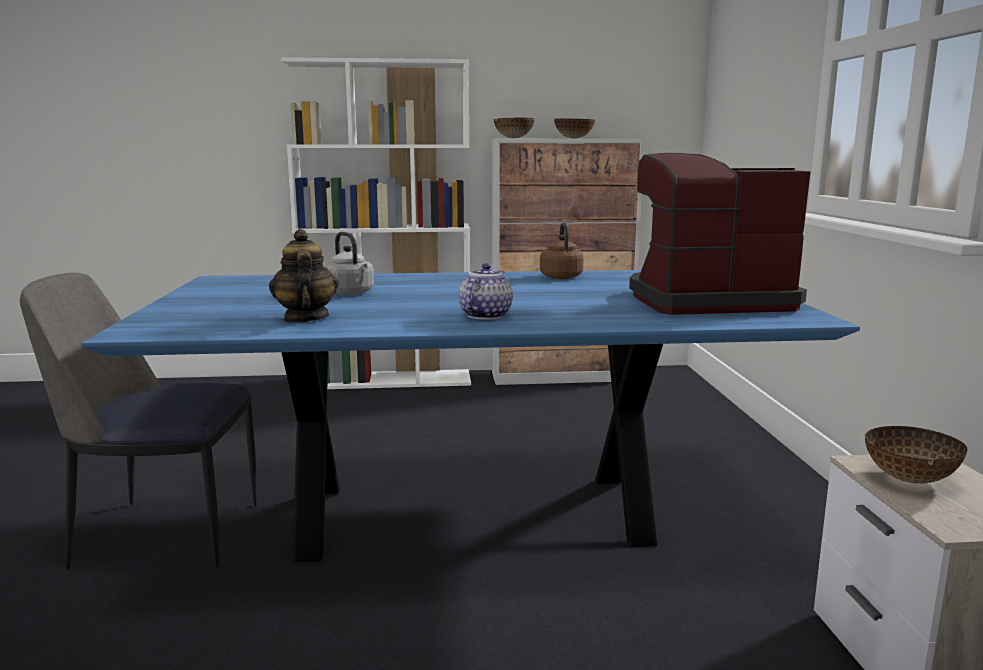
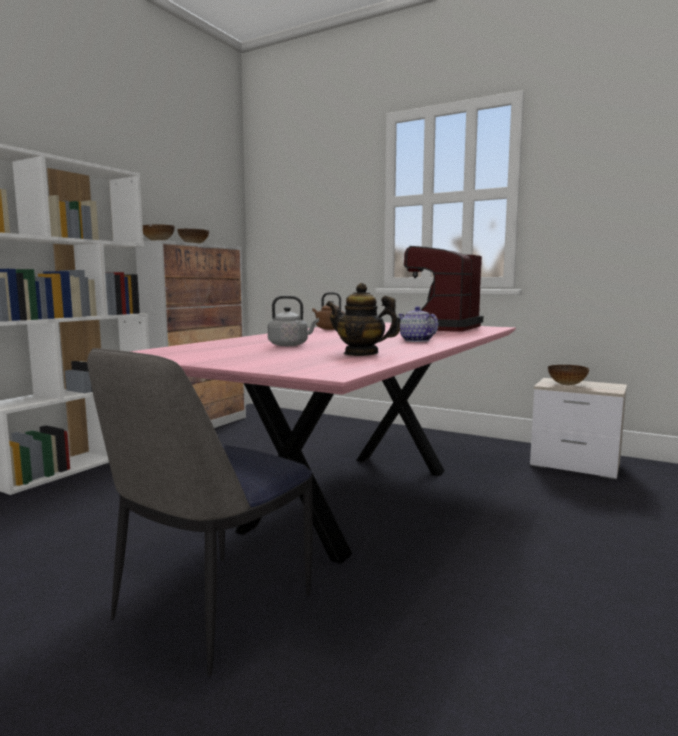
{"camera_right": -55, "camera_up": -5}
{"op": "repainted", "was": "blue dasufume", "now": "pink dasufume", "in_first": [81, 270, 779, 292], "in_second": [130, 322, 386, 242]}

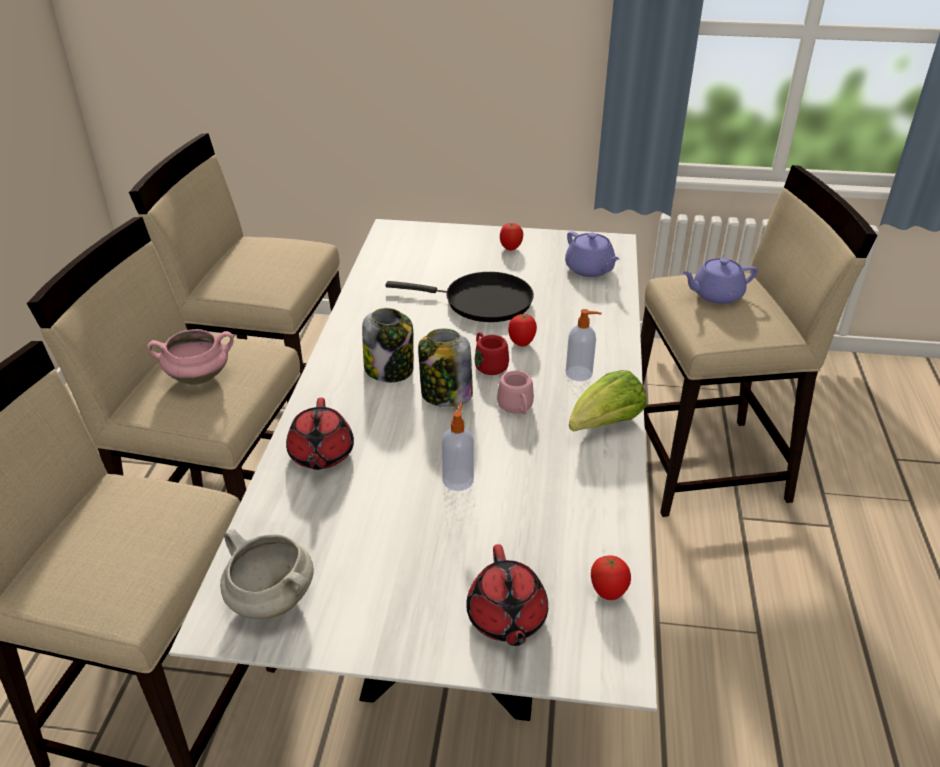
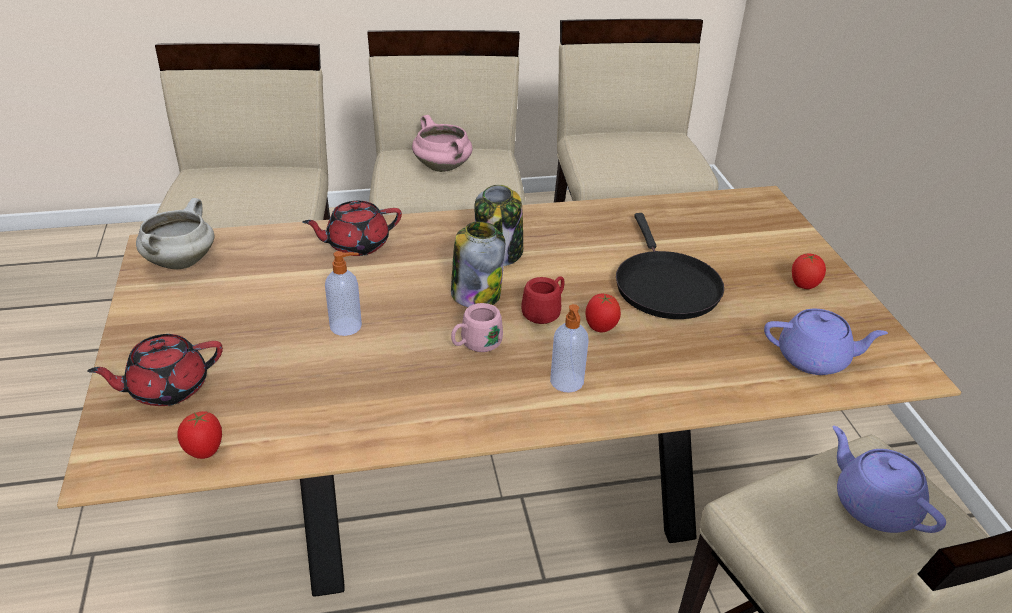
{"camera_right": 70, "camera_up": 0}
{"op": "repainted", "was": "white dasufume", "now": "brown dasufume", "in_first": [169, 219, 488, 502], "in_second": [57, 186, 904, 411]}
{"op": "rotated", "was": "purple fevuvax", "in_first": [565, 231, 55, 46], "in_second": [764, 309, 124, 66], "clockwise": -120}
{"op": "gone", "was": "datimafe", "in_first": [569, 370, 78, 62]}

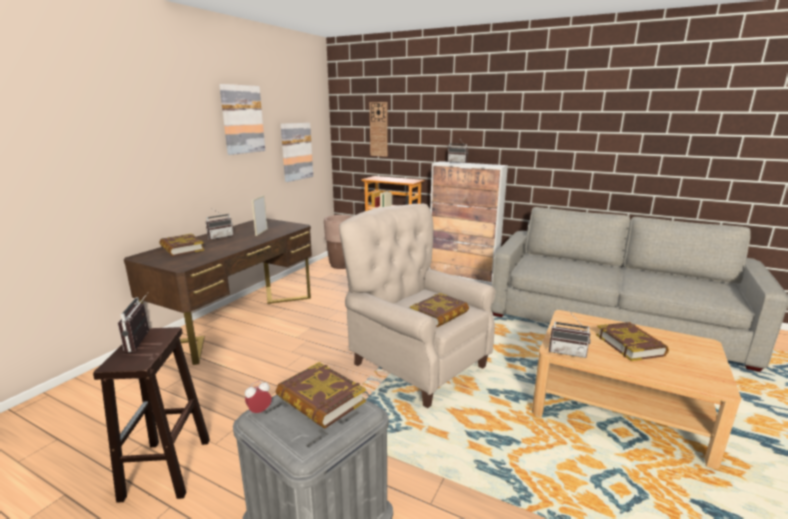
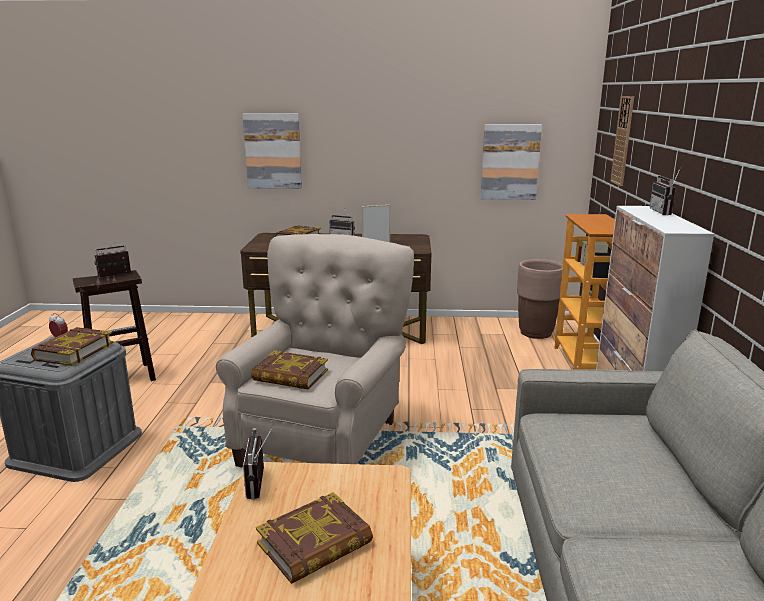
{"camera_right": 65, "camera_up": 0}
{"op": "shifted", "was": "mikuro", "in_first": [219, 84, 46, 71], "in_second": [243, 113, 59, 76]}

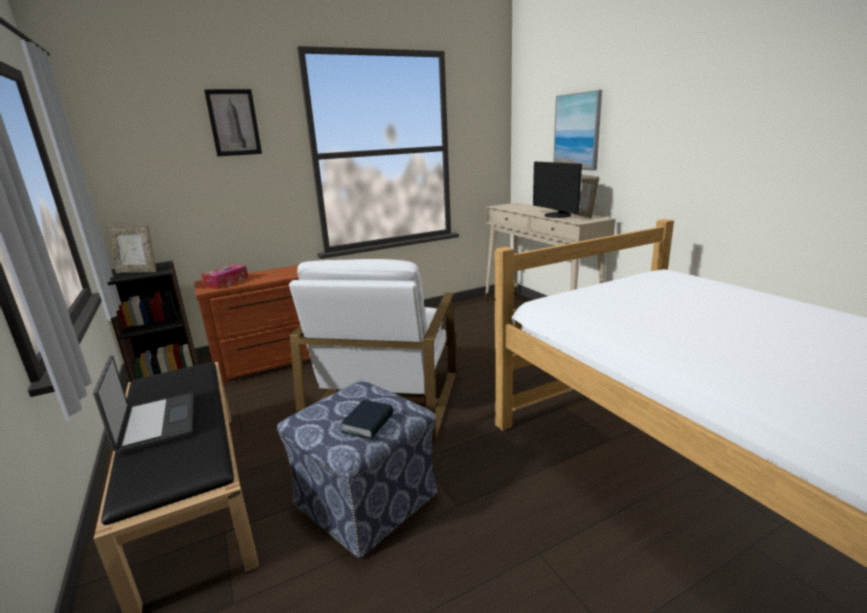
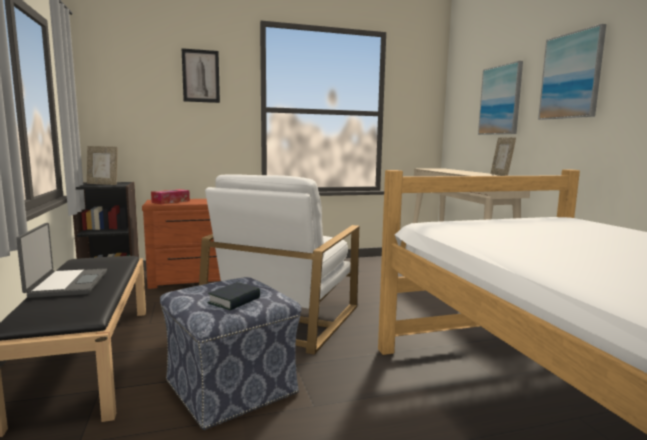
{"camera_right": 10, "camera_up": -10}
{"op": "gone", "was": "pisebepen", "in_first": [533, 162, 49, 56]}
{"op": "new", "now": "mikuro", "in_second": [538, 24, 68, 96]}

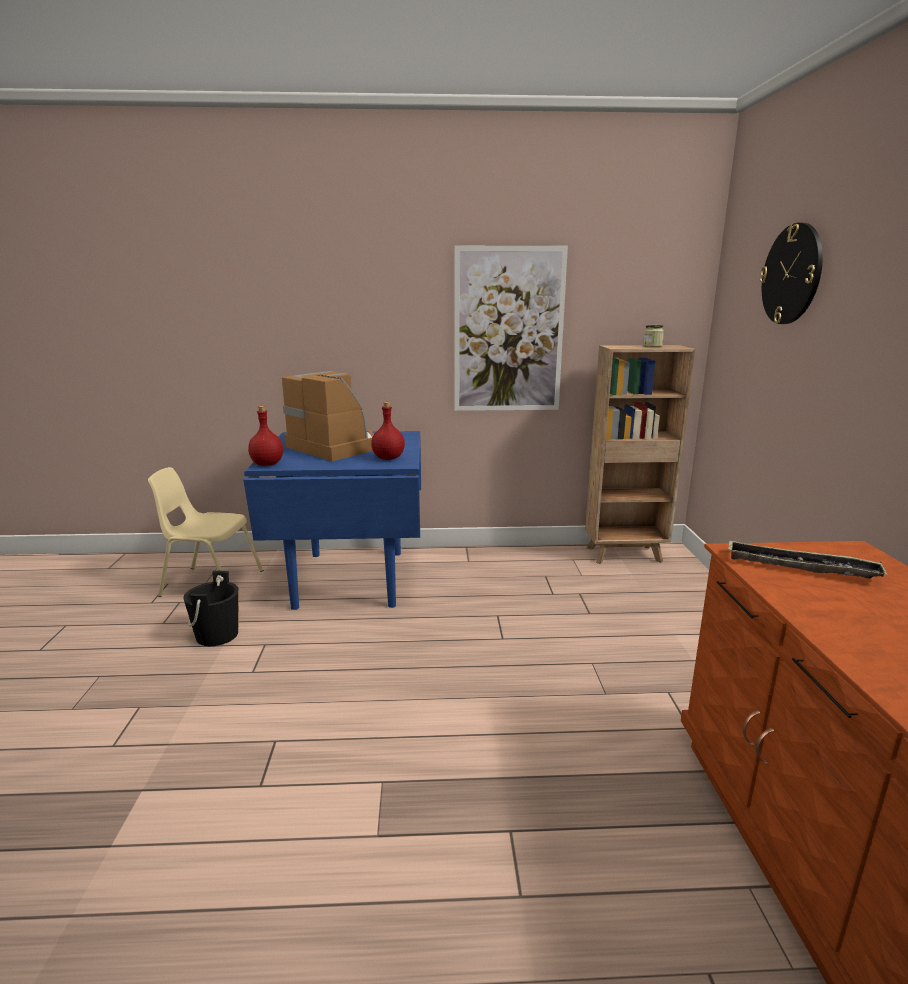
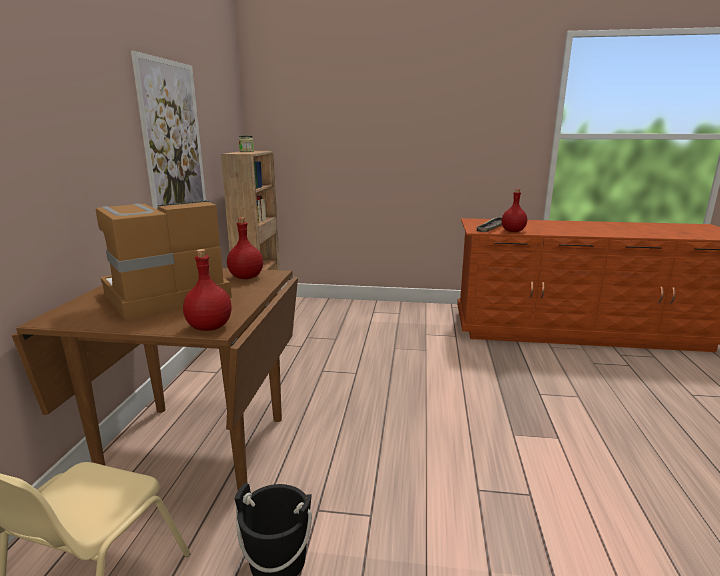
{"camera_right": -80, "camera_up": 0}
{"op": "gone", "was": "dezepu", "in_first": [759, 223, 64, 101]}
{"op": "repainted", "was": "blue dasufume", "now": "brown dasufume", "in_first": [243, 431, 178, 179], "in_second": [12, 268, 286, 222]}
{"op": "new", "now": "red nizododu", "in_second": [502, 189, 25, 43]}

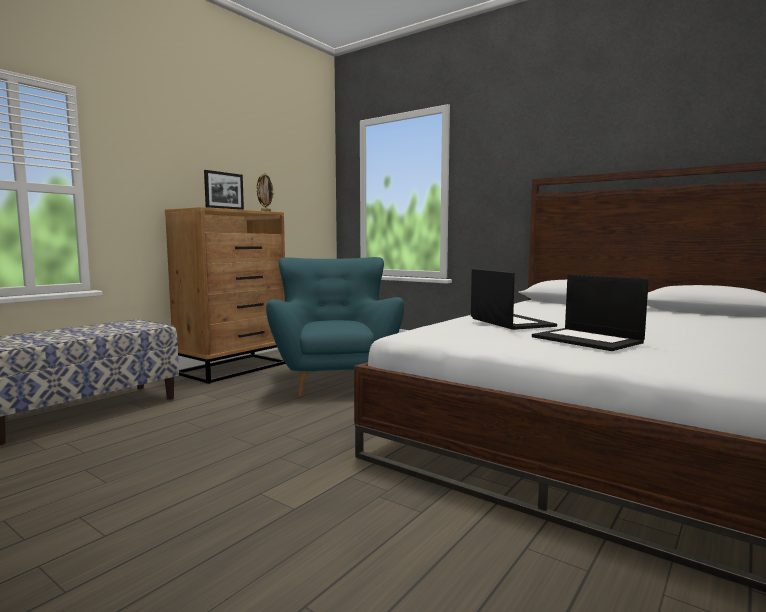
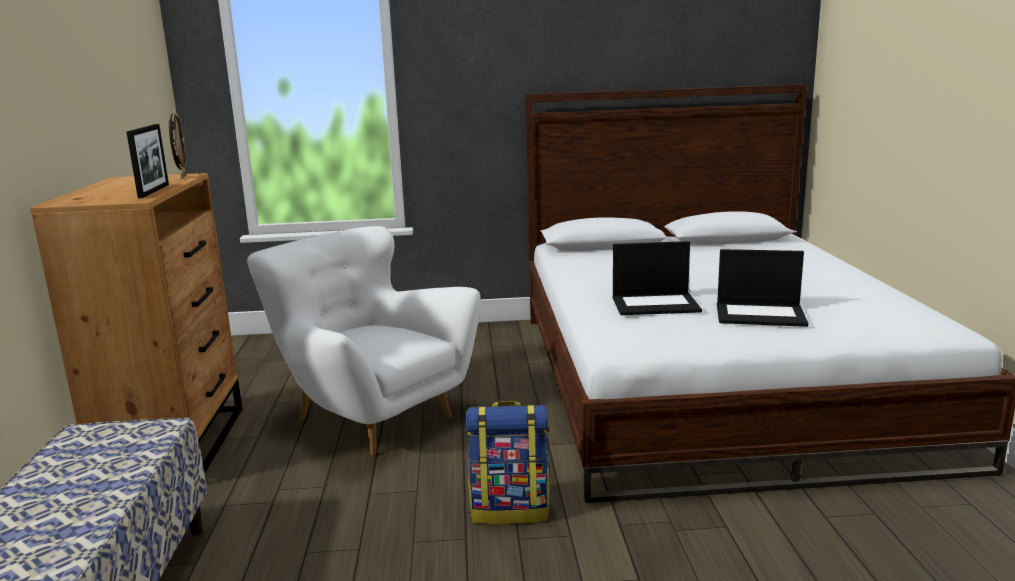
{"camera_right": -40, "camera_up": 10}
{"op": "repainted", "was": "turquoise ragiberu", "now": "white ragiberu", "in_first": [266, 257, 138, 140], "in_second": [247, 226, 233, 230]}
{"op": "rotated", "was": "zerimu", "in_first": [471, 269, 86, 61], "in_second": [612, 241, 90, 74], "clockwise": 150}
{"op": "new", "now": "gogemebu", "in_second": [465, 401, 84, 123]}

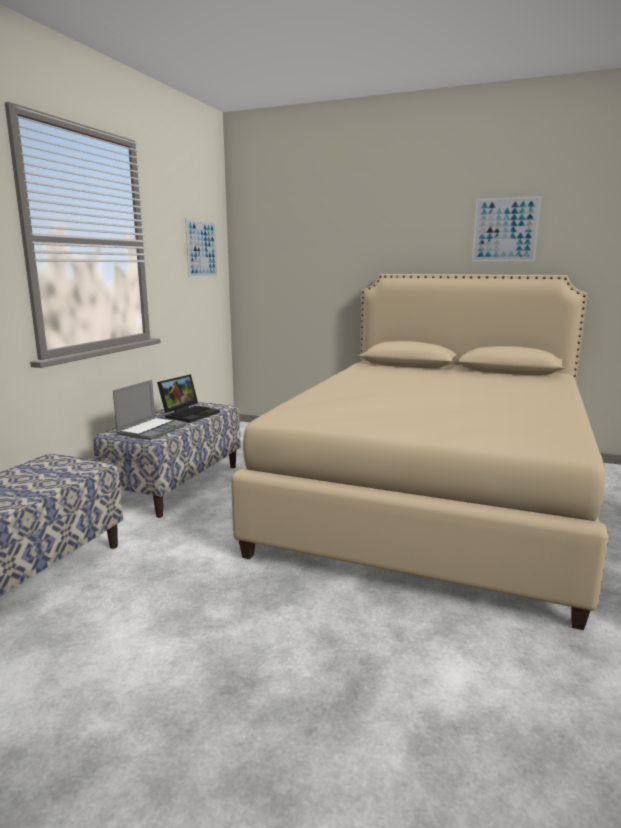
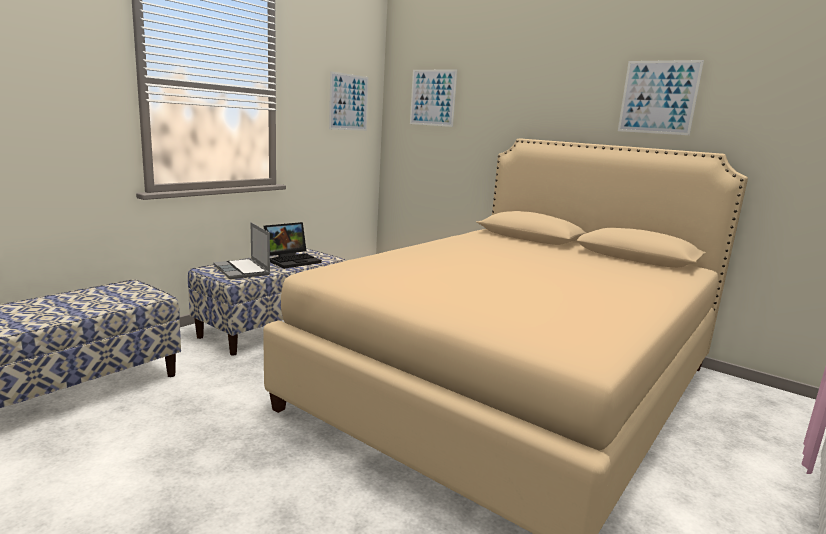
{"camera_right": 15, "camera_up": 0}
{"op": "rotated", "was": "zerimu", "in_first": [113, 380, 73, 60], "in_second": [213, 222, 57, 57], "clockwise": 105}
{"op": "new", "now": "mikuro", "in_second": [410, 69, 47, 58]}

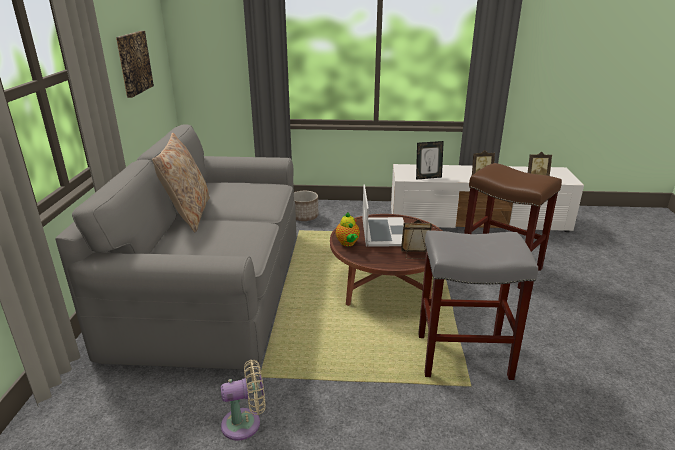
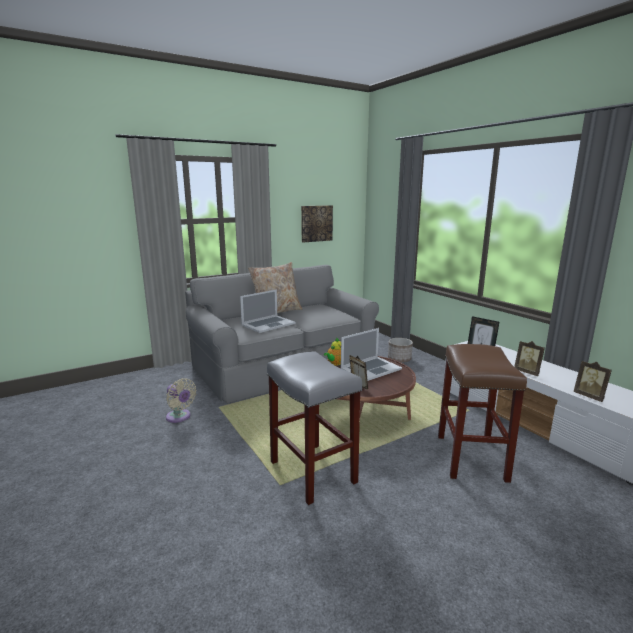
{"camera_right": 55, "camera_up": -10}
{"op": "new", "now": "zerimu", "in_second": [240, 289, 56, 44]}

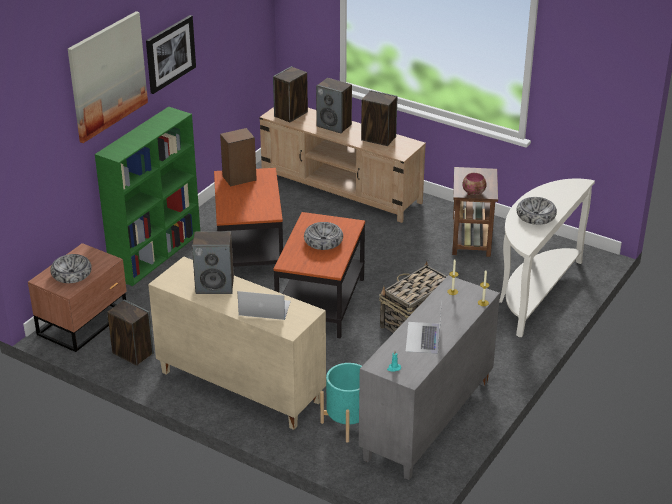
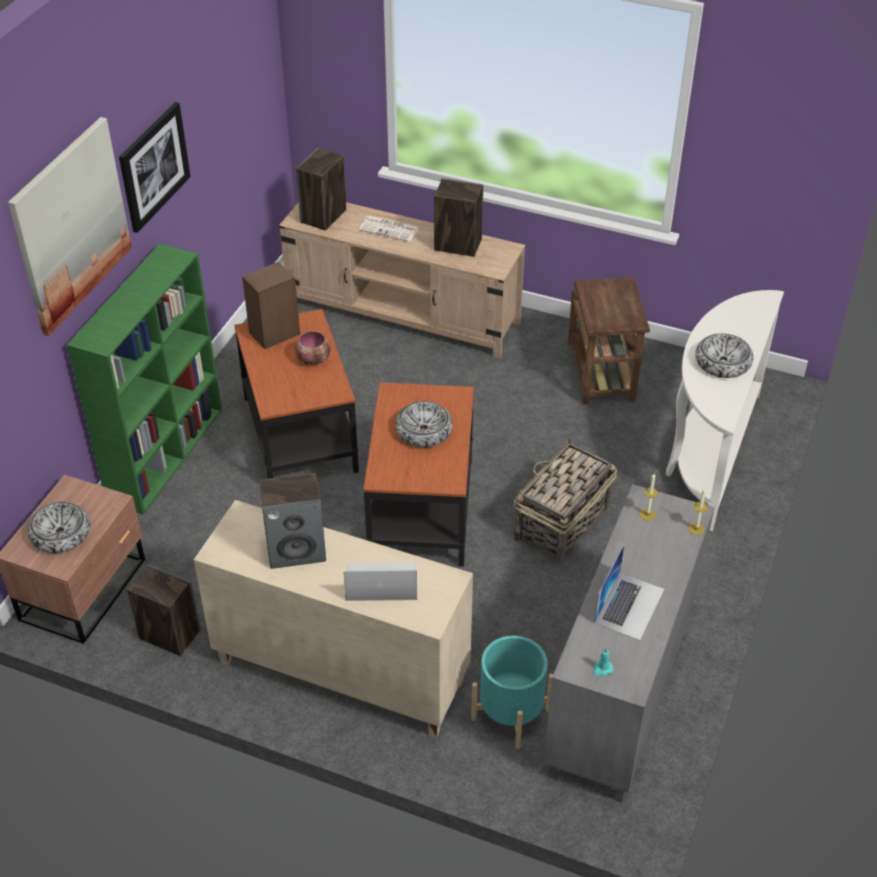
{"camera_right": -10, "camera_up": 10}
{"op": "swapped", "was": "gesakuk", "now": "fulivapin", "in_first": [316, 78, 36, 55], "in_second": [359, 216, 60, 26]}
{"op": "shifted", "was": "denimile", "in_first": [462, 173, 25, 22], "in_second": [295, 331, 36, 34]}
{"op": "rotated", "was": "zerimu", "in_first": [406, 300, 36, 54], "in_second": [594, 545, 70, 95], "clockwise": -150}

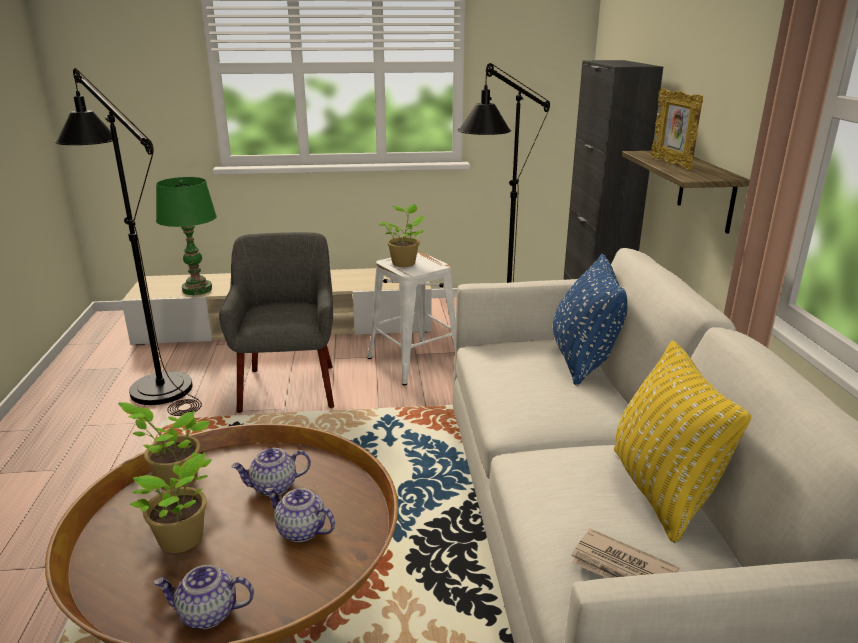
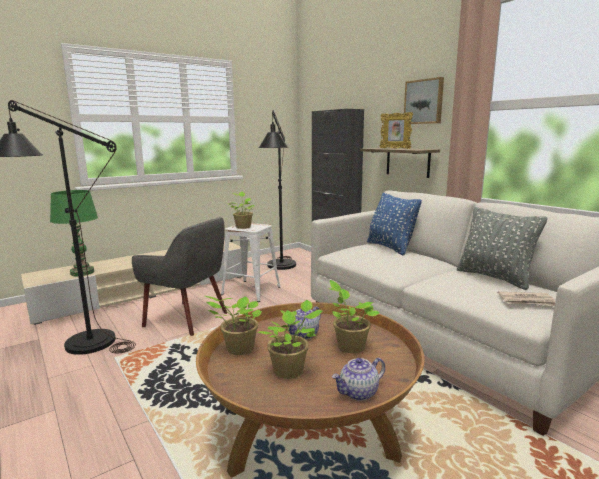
{"camera_right": -30, "camera_up": -10}
{"op": "rotated", "was": "grey ragiberu", "in_first": [219, 232, 115, 181], "in_second": [132, 217, 95, 119], "clockwise": 150}
{"op": "repainted", "was": "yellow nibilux", "now": "grey nibilux", "in_first": [614, 340, 137, 203], "in_second": [457, 207, 90, 83]}
{"op": "swapped", "was": "fevuvax", "now": "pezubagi", "in_first": [265, 487, 70, 55], "in_second": [329, 280, 51, 73]}
{"op": "new", "now": "mikuro", "in_second": [404, 77, 40, 47]}

